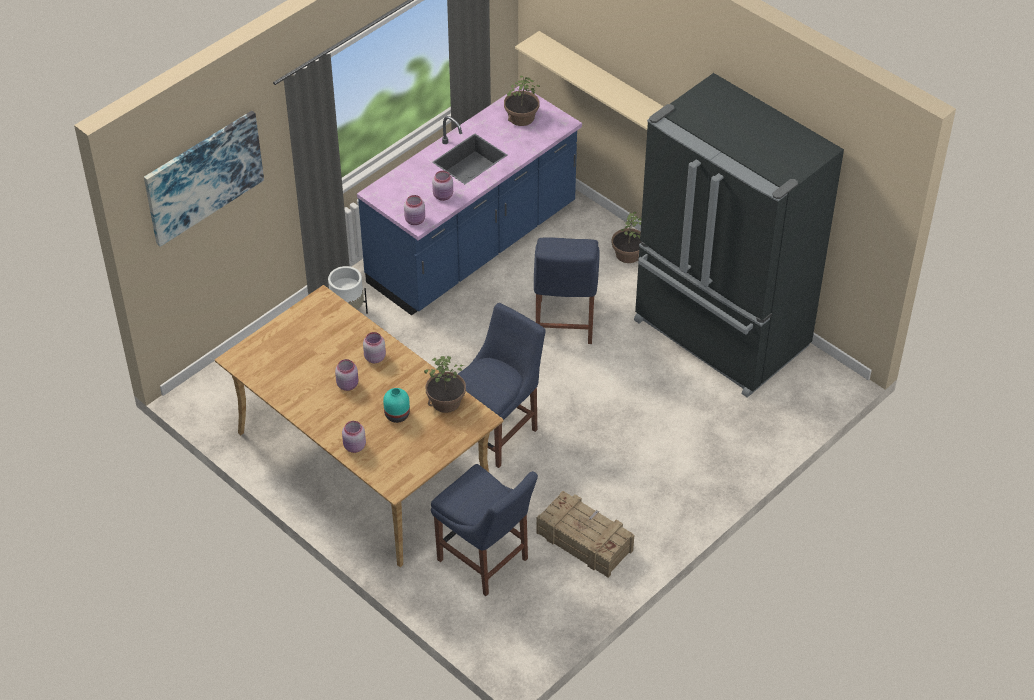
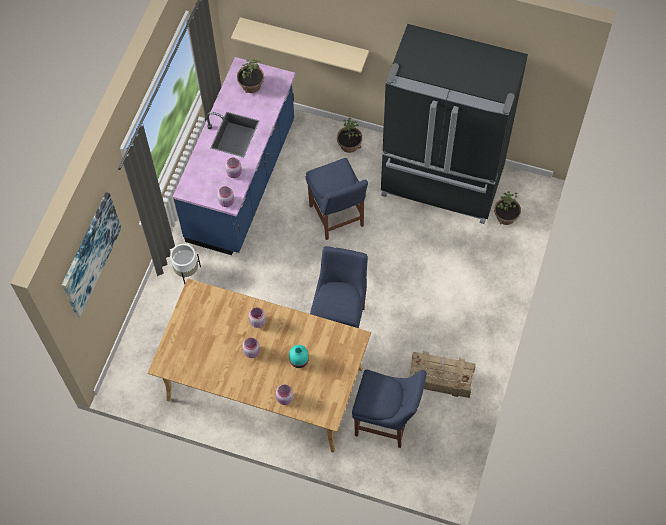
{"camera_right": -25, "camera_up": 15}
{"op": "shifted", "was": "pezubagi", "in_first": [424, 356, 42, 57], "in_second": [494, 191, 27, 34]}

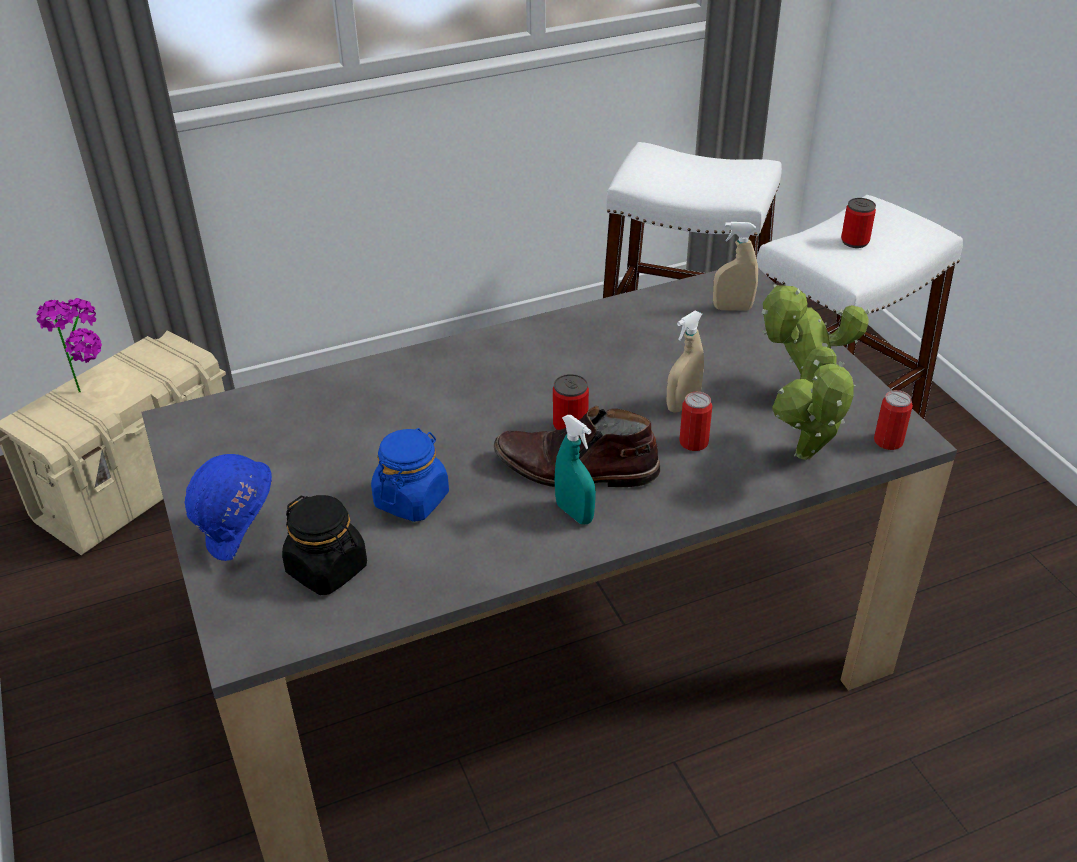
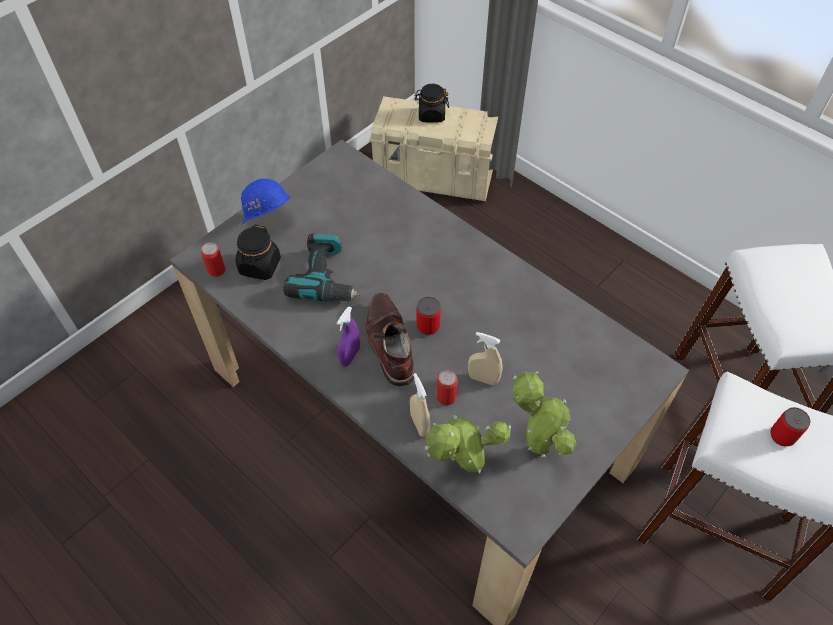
{"camera_right": 65, "camera_up": 15}
{"op": "shifted", "was": "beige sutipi", "in_first": [713, 222, 45, 89], "in_second": [410, 373, 20, 64]}
{"op": "swapped", "was": "pezubagi", "now": "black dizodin", "in_first": [36, 298, 66, 94], "in_second": [414, 84, 35, 39]}
{"op": "shifted", "was": "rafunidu", "in_first": [874, 390, 39, 60], "in_second": [201, 242, 24, 35]}
{"op": "repainted", "was": "turquoise sutipi", "now": "purple sutipi", "in_first": [555, 415, 41, 109], "in_second": [337, 306, 23, 61]}
{"op": "swapped", "was": "blue dizodin", "now": "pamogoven", "in_first": [371, 428, 78, 94], "in_second": [283, 233, 78, 69]}

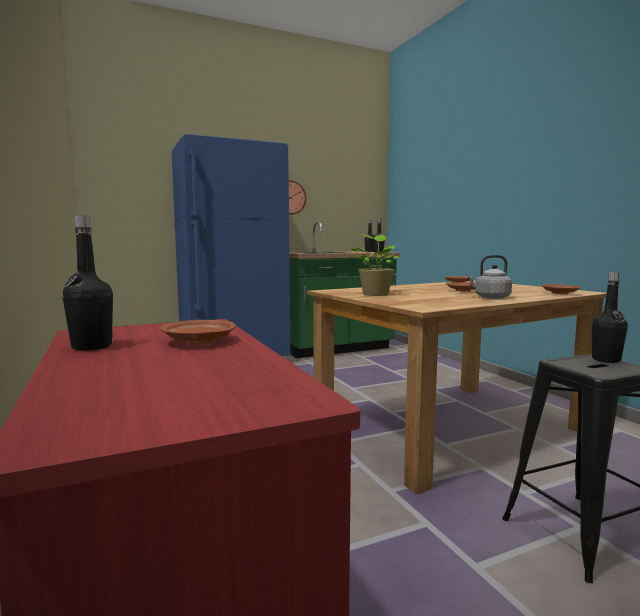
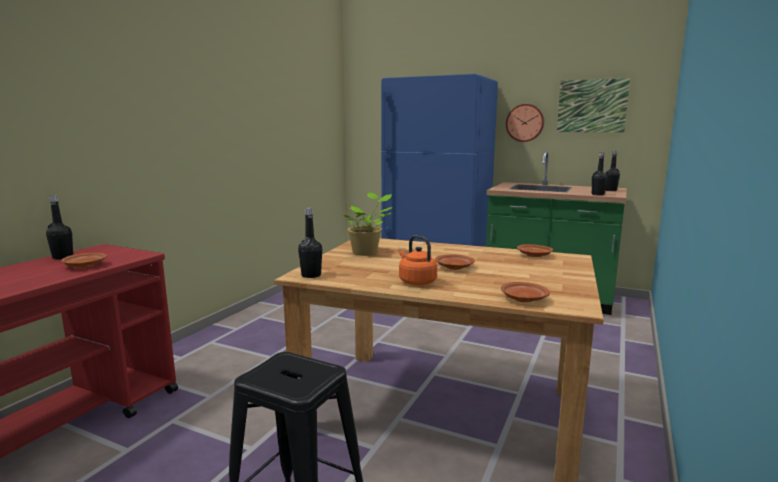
{"camera_right": 50, "camera_up": 5}
{"op": "repainted", "was": "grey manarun", "now": "orange manarun", "in_first": [466, 255, 46, 44], "in_second": [399, 235, 38, 50]}
{"op": "shifted", "was": "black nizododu", "in_first": [592, 272, 36, 91], "in_second": [298, 207, 24, 71]}
{"op": "new", "now": "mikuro", "in_second": [557, 78, 73, 55]}

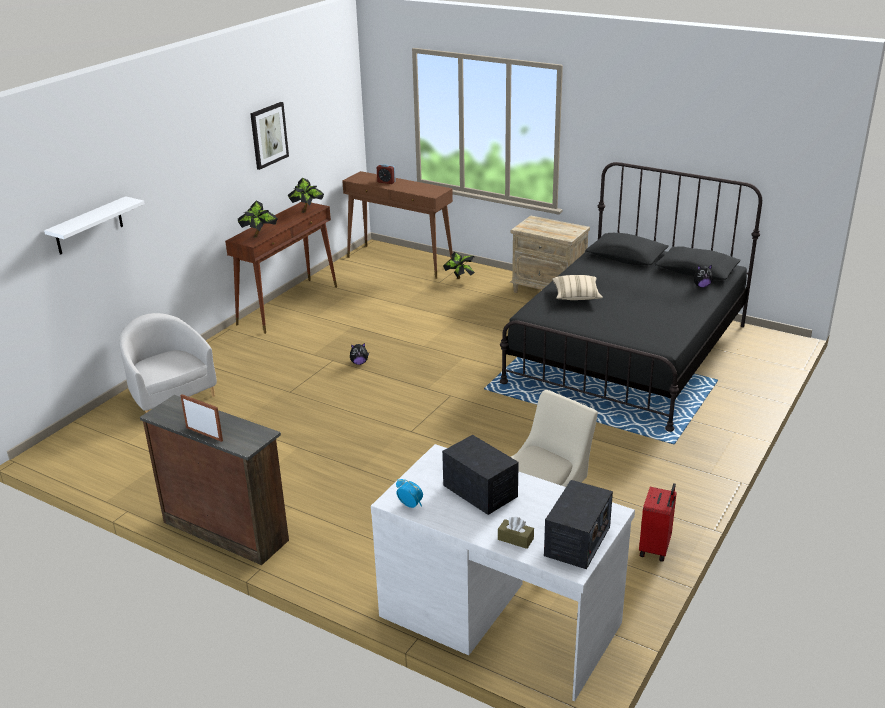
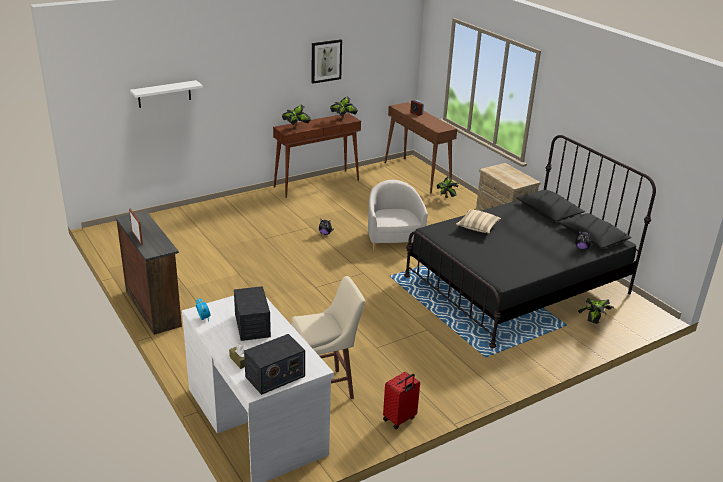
{"camera_right": 25, "camera_up": 0}
{"op": "shifted", "was": "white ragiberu", "in_first": [119, 313, 98, 100], "in_second": [368, 180, 60, 70]}
{"op": "new", "now": "pezubagi", "in_second": [578, 298, 36, 26]}

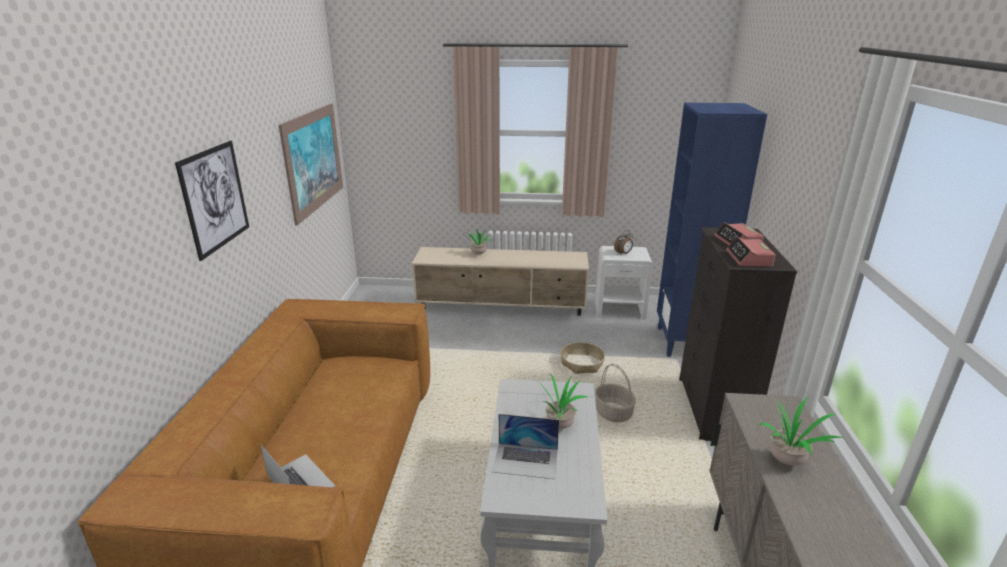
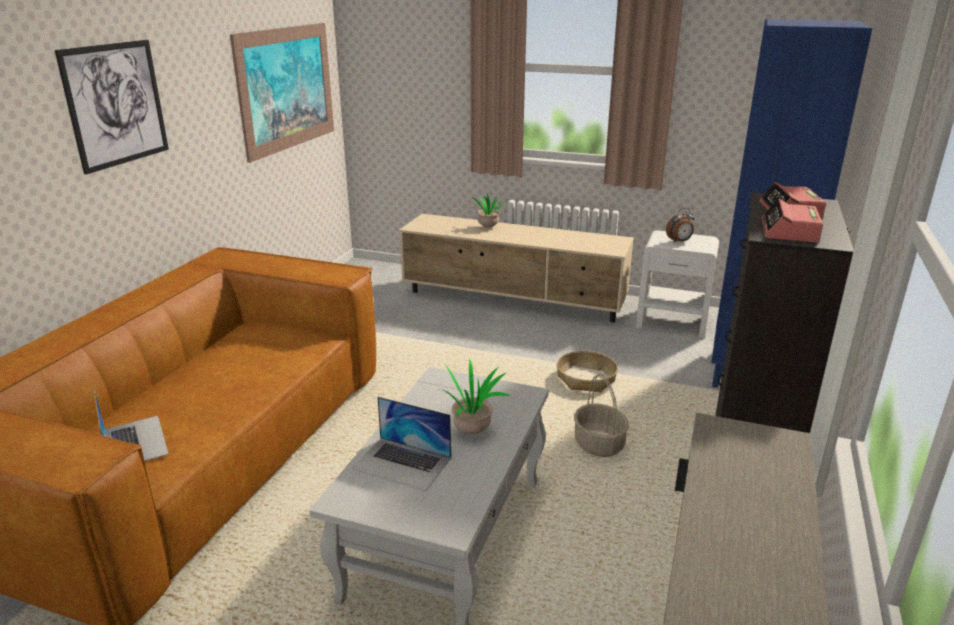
{"camera_right": 15, "camera_up": 0}
{"op": "gone", "was": "pezubagi", "in_first": [759, 397, 86, 69]}

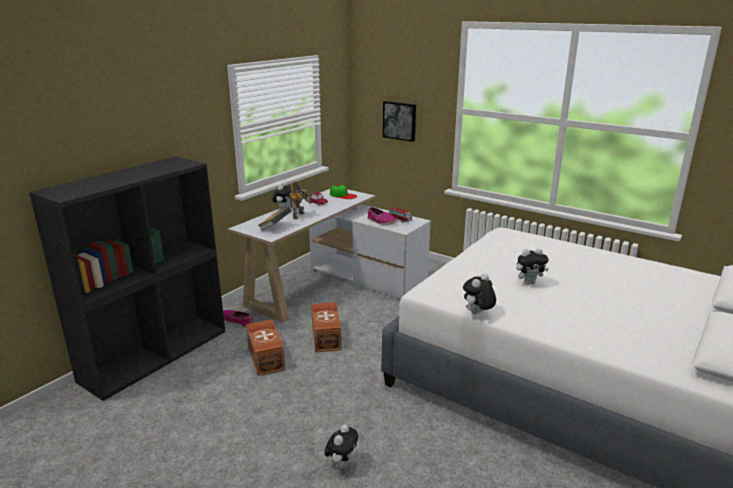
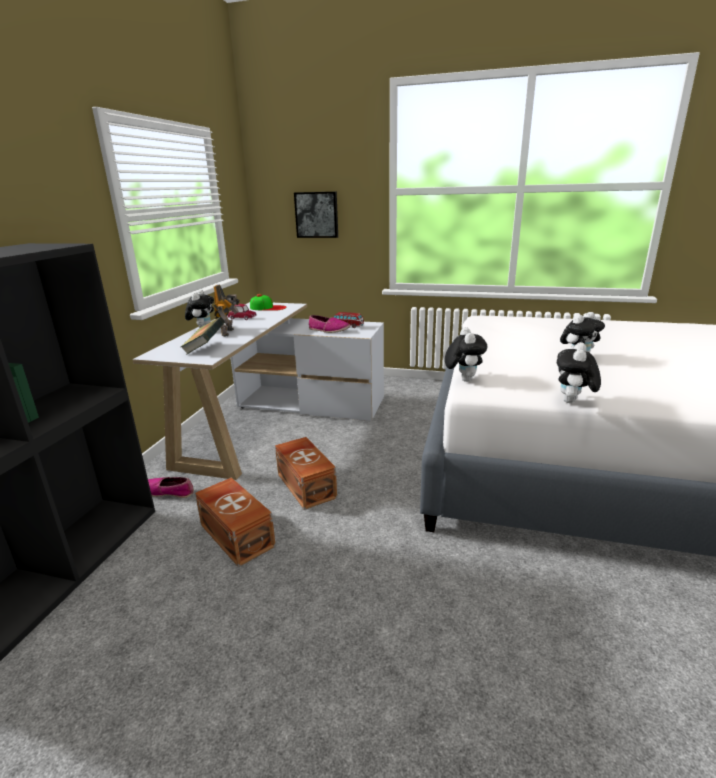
{"camera_right": -20, "camera_up": 0}
{"op": "shifted", "was": "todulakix", "in_first": [325, 424, 33, 45], "in_second": [445, 327, 42, 55]}

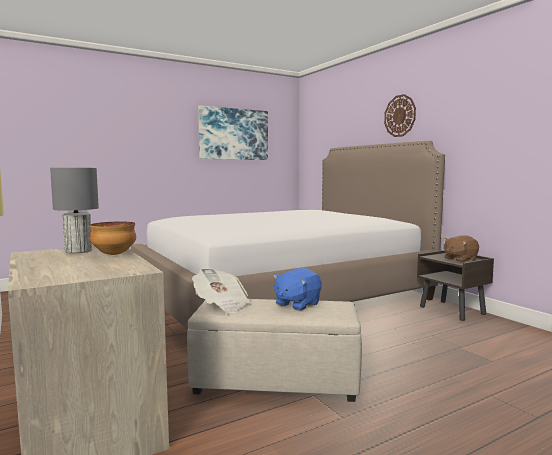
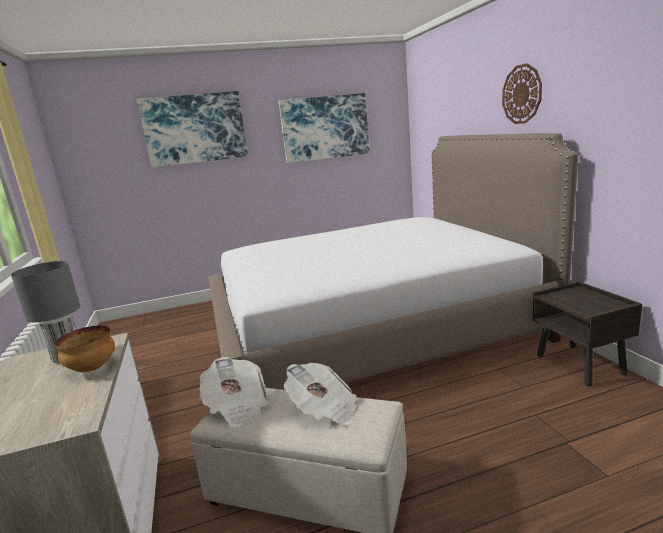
{"camera_right": 15, "camera_up": 10}
{"op": "gone", "was": "brown todulakix", "in_first": [444, 235, 35, 27]}
{"op": "swapped", "was": "blue todulakix", "now": "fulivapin", "in_first": [273, 268, 49, 43], "in_second": [284, 363, 73, 63]}
{"op": "new", "now": "mikuro", "in_second": [137, 91, 111, 77]}

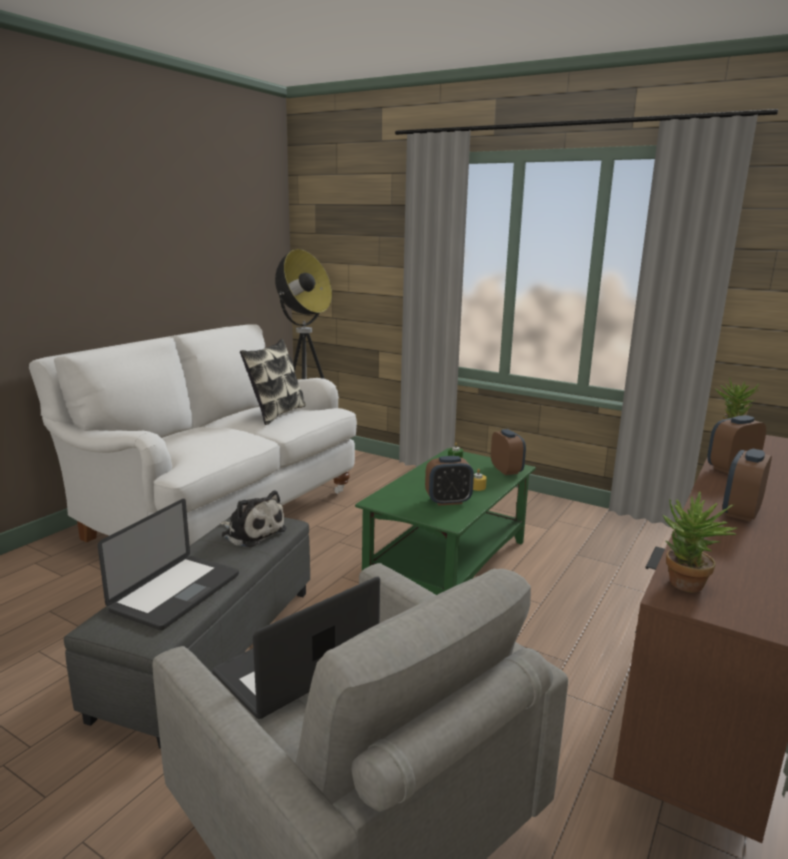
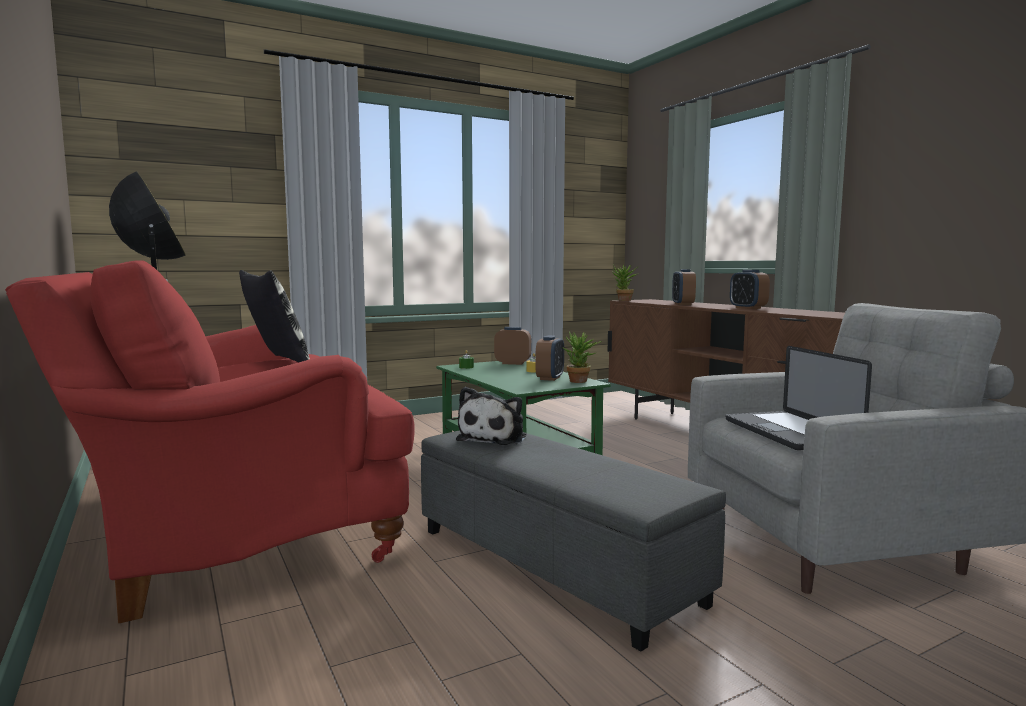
{"camera_right": -60, "camera_up": -10}
{"op": "repainted", "was": "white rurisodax", "now": "red rurisodax", "in_first": [29, 324, 328, 221], "in_second": [5, 260, 409, 363]}
{"op": "rotated", "was": "todulakix", "in_first": [220, 490, 67, 57], "in_second": [456, 387, 70, 58], "clockwise": 135}
{"op": "shifted", "was": "pezubagi", "in_first": [663, 492, 74, 101], "in_second": [562, 332, 40, 51]}
{"op": "gone", "was": "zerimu", "in_first": [97, 499, 142, 131]}

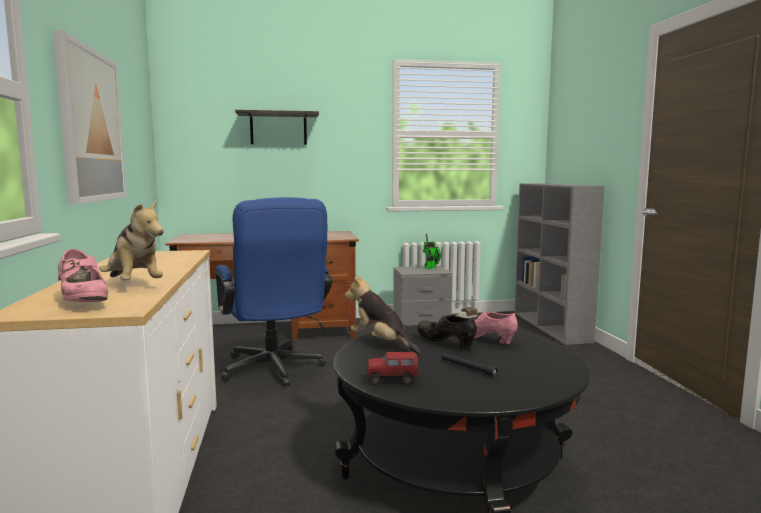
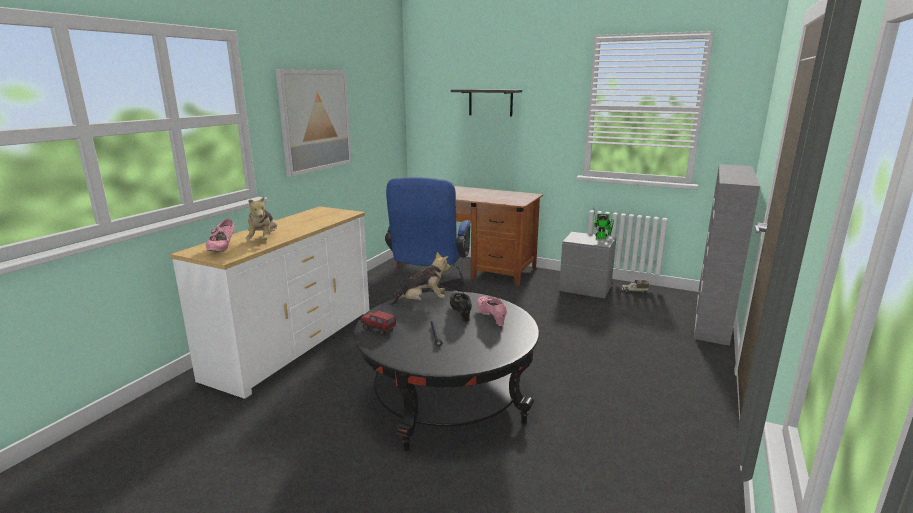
{"camera_right": 35, "camera_up": 10}
{"op": "rotated", "was": "todulakix", "in_first": [345, 275, 76, 78], "in_second": [389, 252, 61, 54], "clockwise": 90}

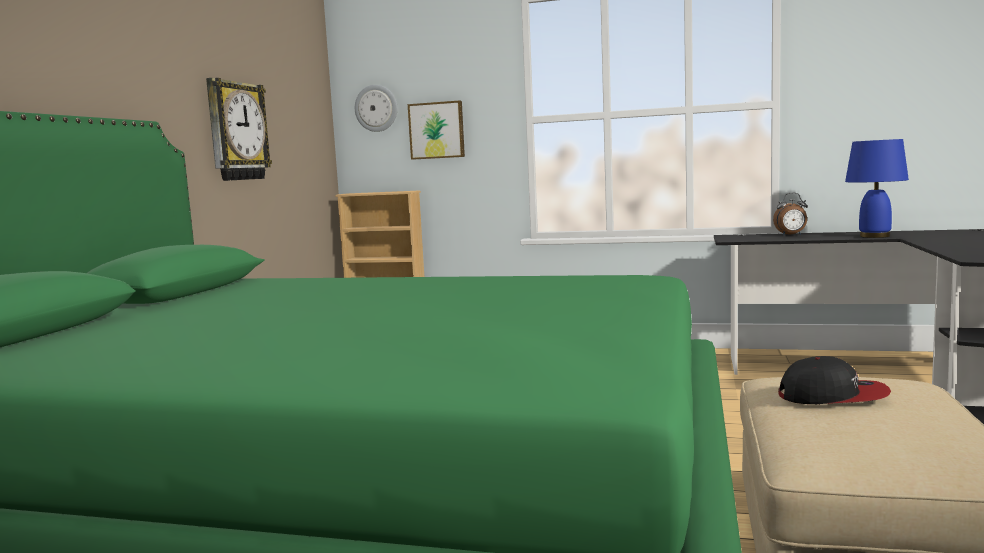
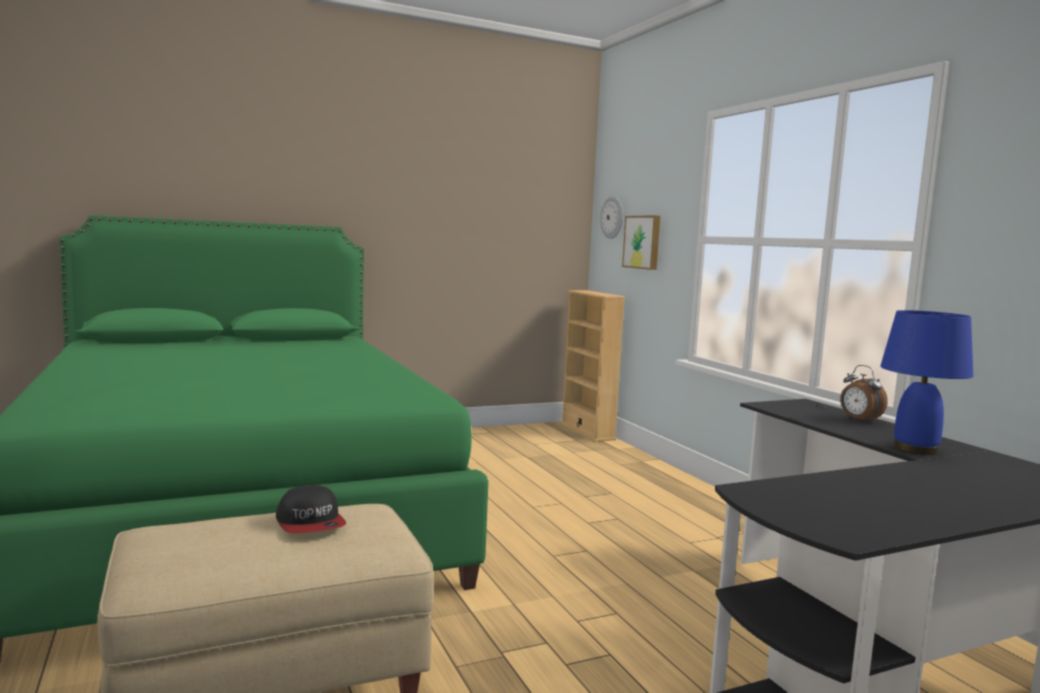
{"camera_right": 50, "camera_up": 0}
{"op": "gone", "was": "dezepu", "in_first": [206, 78, 66, 103]}

